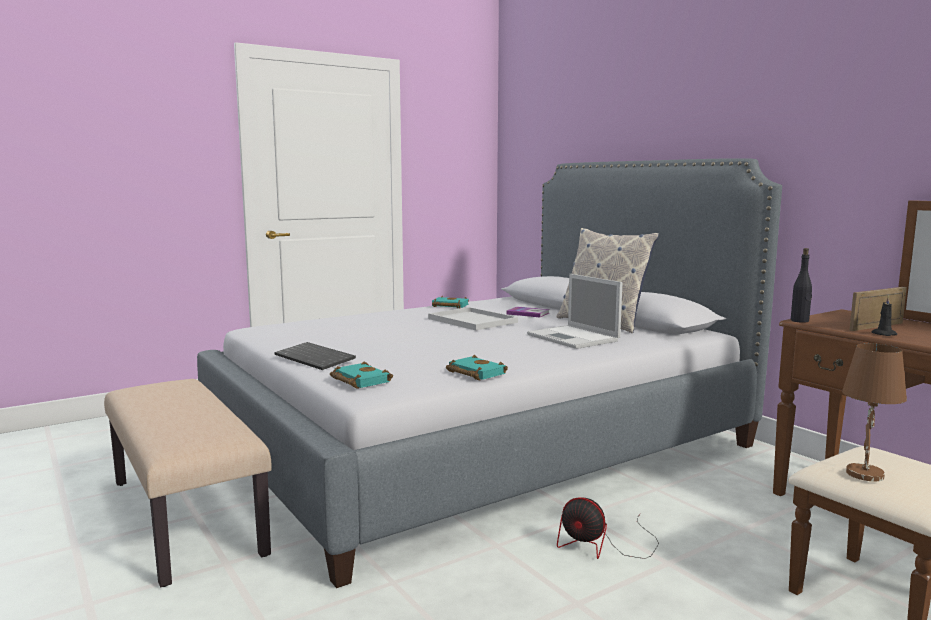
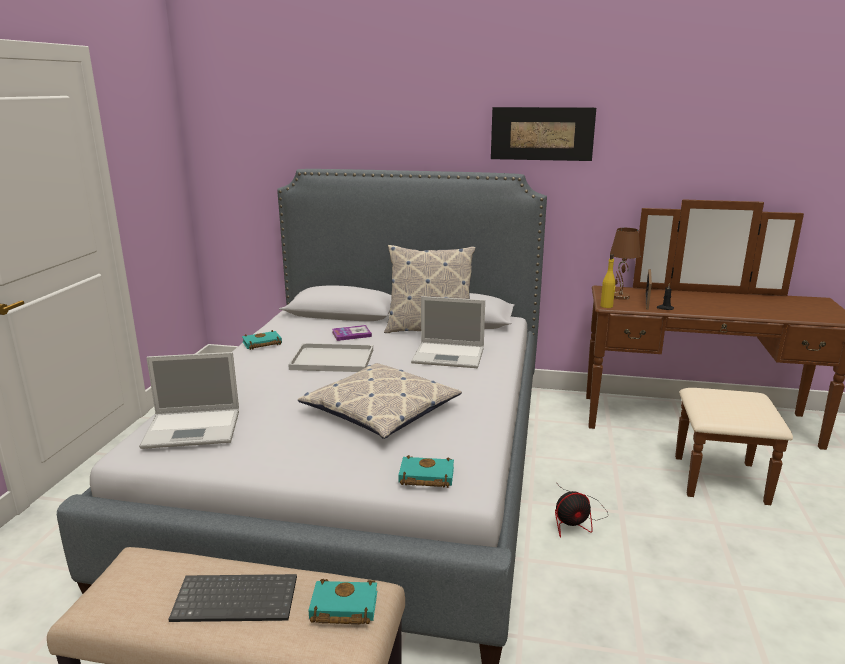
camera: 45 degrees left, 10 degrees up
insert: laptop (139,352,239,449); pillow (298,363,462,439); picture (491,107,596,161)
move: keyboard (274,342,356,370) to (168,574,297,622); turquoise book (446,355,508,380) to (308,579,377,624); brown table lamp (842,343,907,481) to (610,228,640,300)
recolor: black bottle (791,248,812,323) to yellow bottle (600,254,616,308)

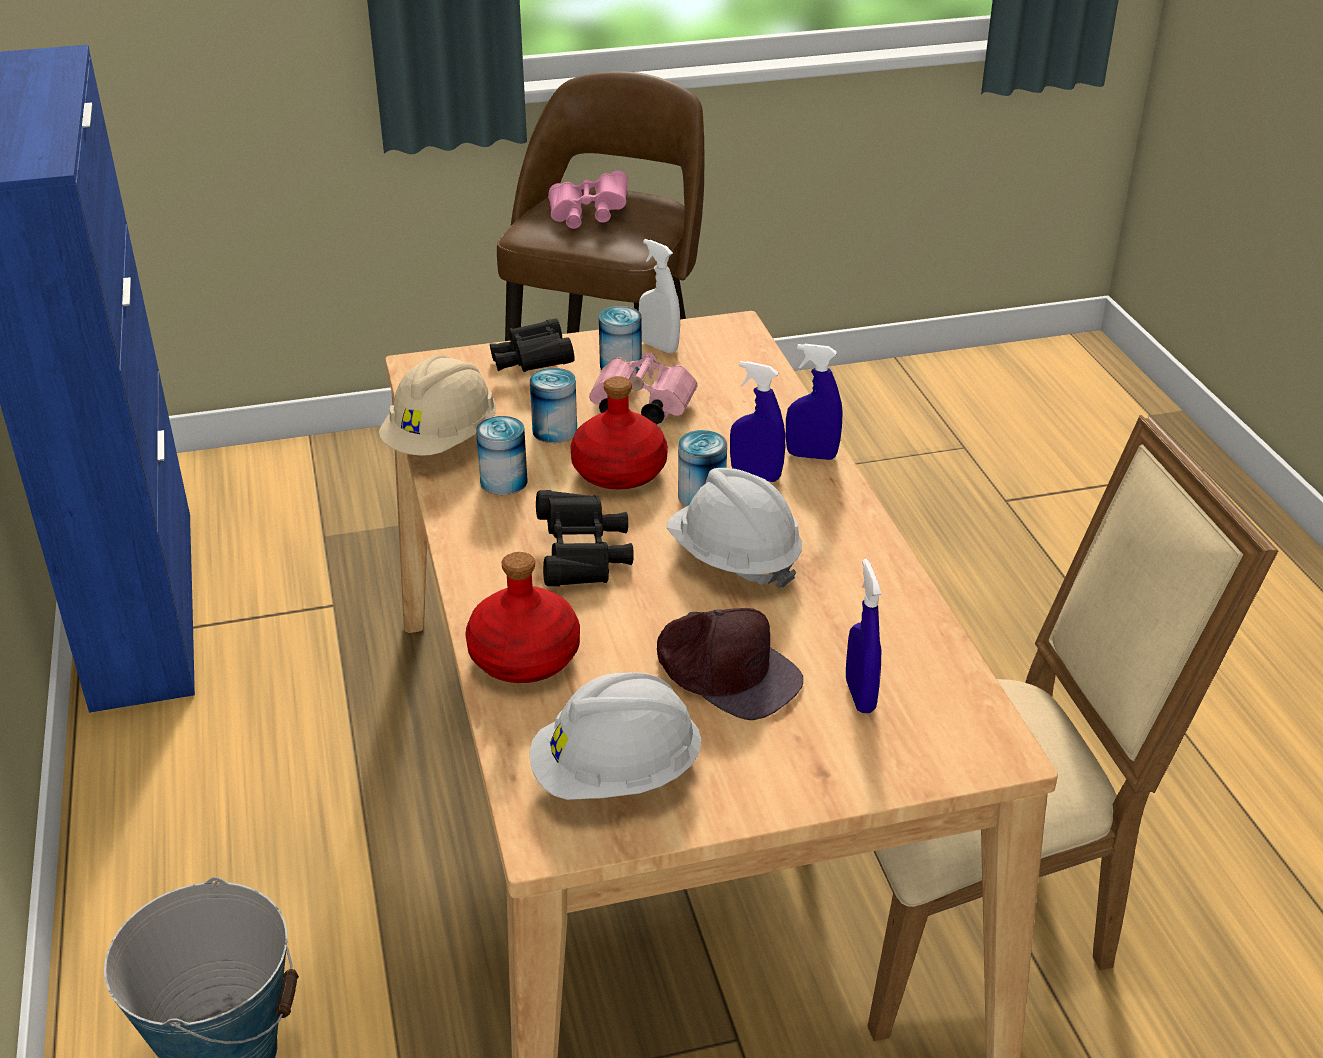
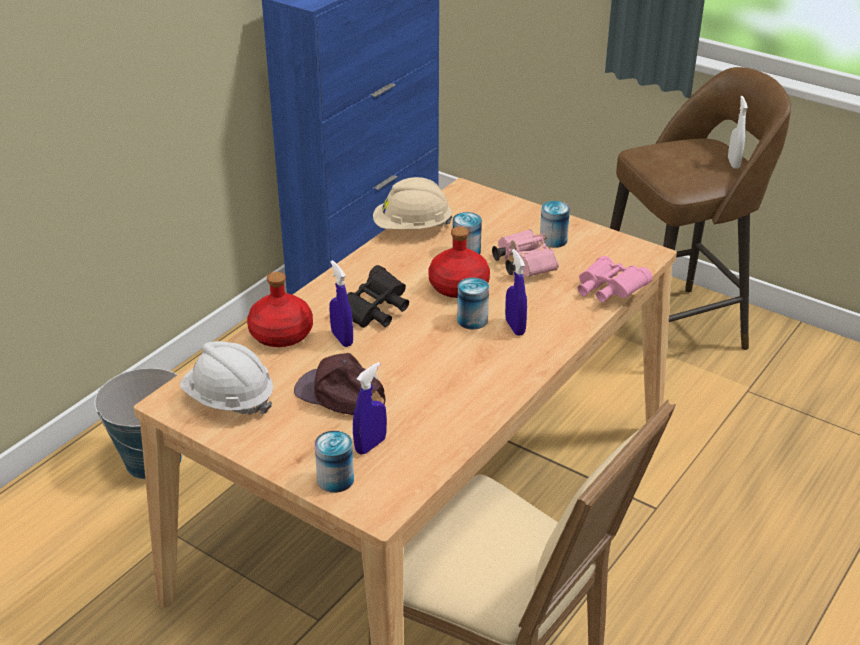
camera: 50 degrees right, 0 degrees up
delete: black binoculars (490,318,575,372); white hard hat (667,468,802,588)
move: can (476,416,527,495) to (314,431,354,493); pink binoculars (548,171,629,229) to (578,256,652,303); white spray bottle (639,239,680,354) to (728,96,748,169); blue spray bottle (786,344,843,460) to (329,260,353,347)
rotate: brown cap (657,608,803,720) = (294,353,385,415) 120 degrees clockwise

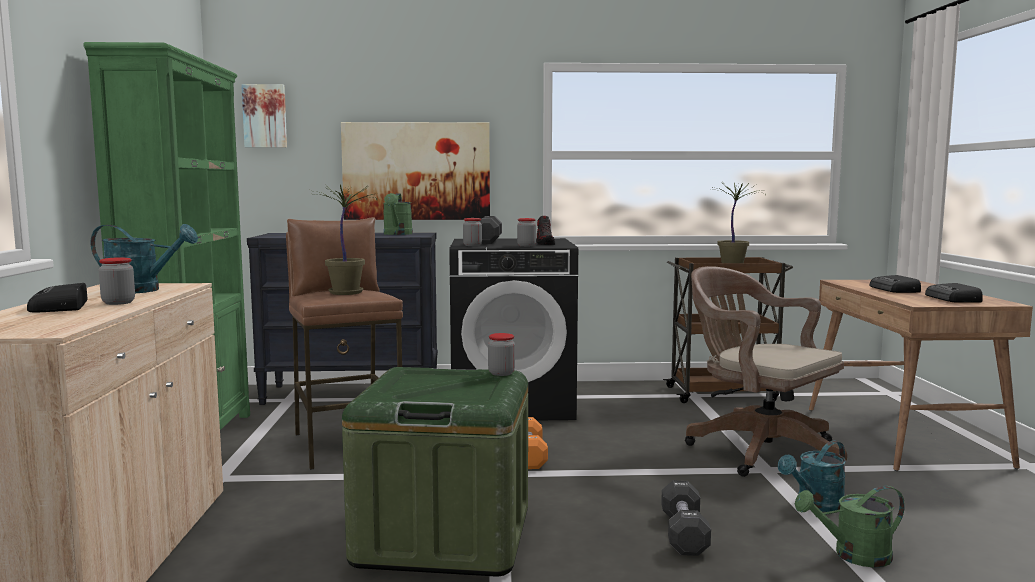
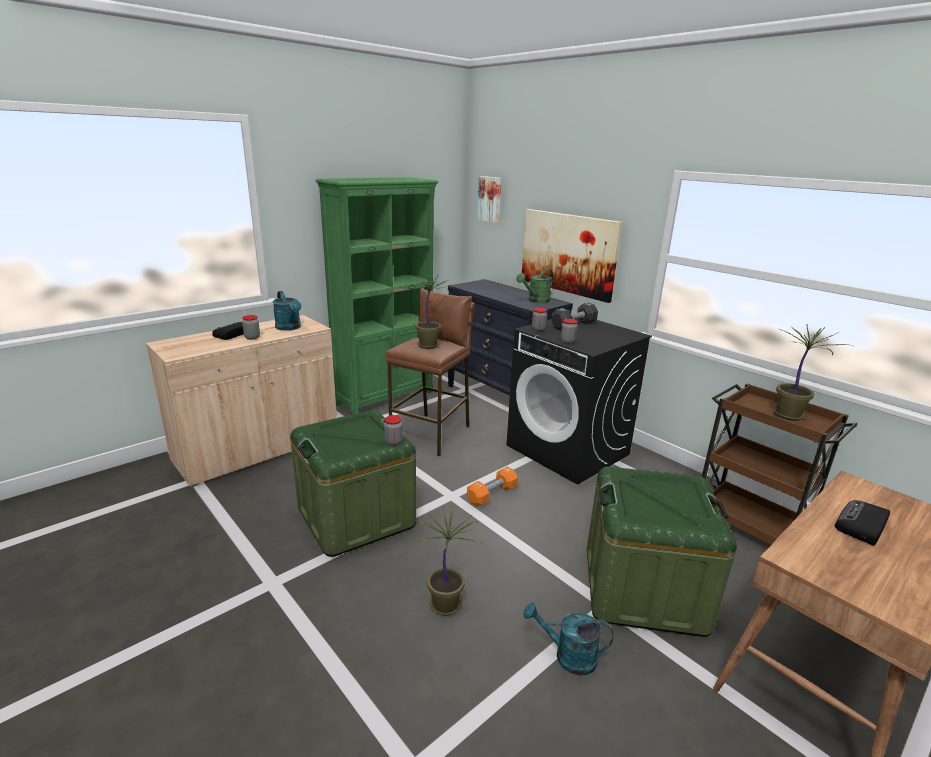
camera: 50 degrees right, 15 degrees up
delete: shoe (536,216,555,245); green watering can (795,486,905,567); radio (925,283,983,303)
replace: black dumbbell (661,480,711,556) to potted plant (414,506,483,616); brown office chair (685,266,847,477) to green storage box (587,467,737,637)

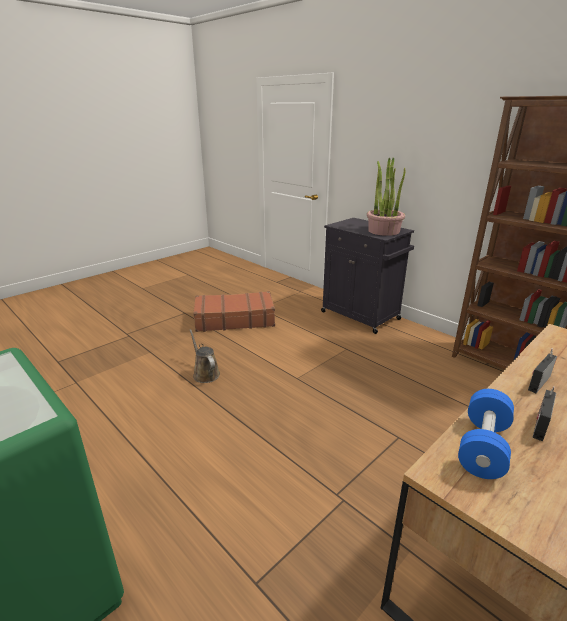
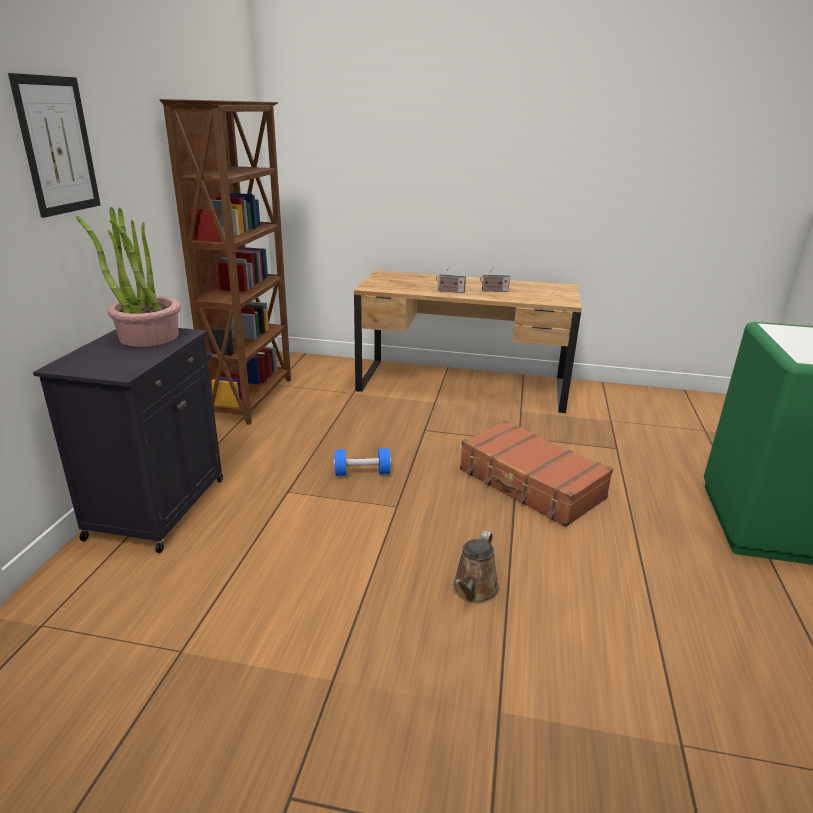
camera: 125 degrees left, 0 degrees up
insert: picture (8,73,100,218)
move: brown suitcase (193,291,275,332) to (460,420,613,527); blue dumbbell (458,389,514,479) to (334,448,391,476)

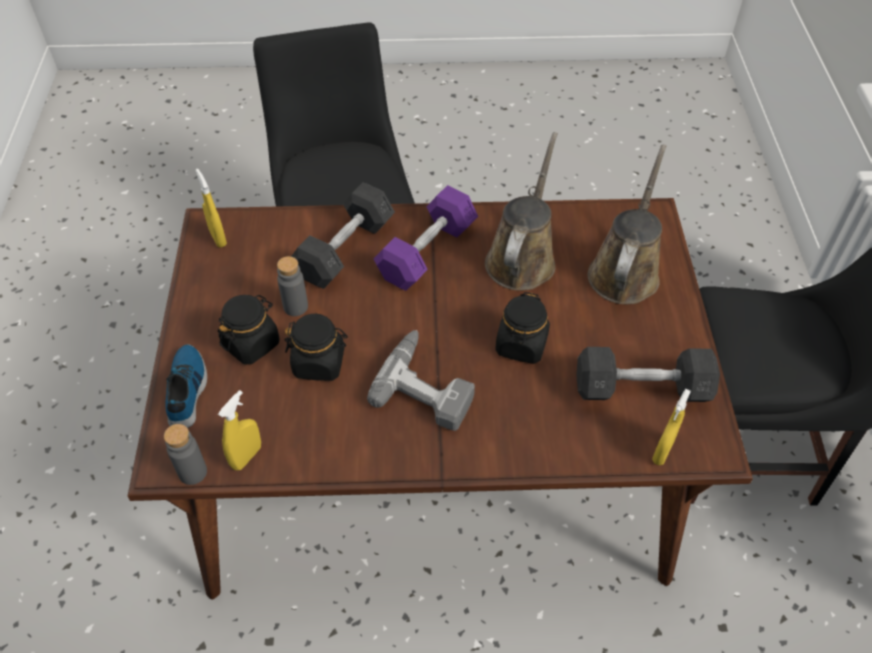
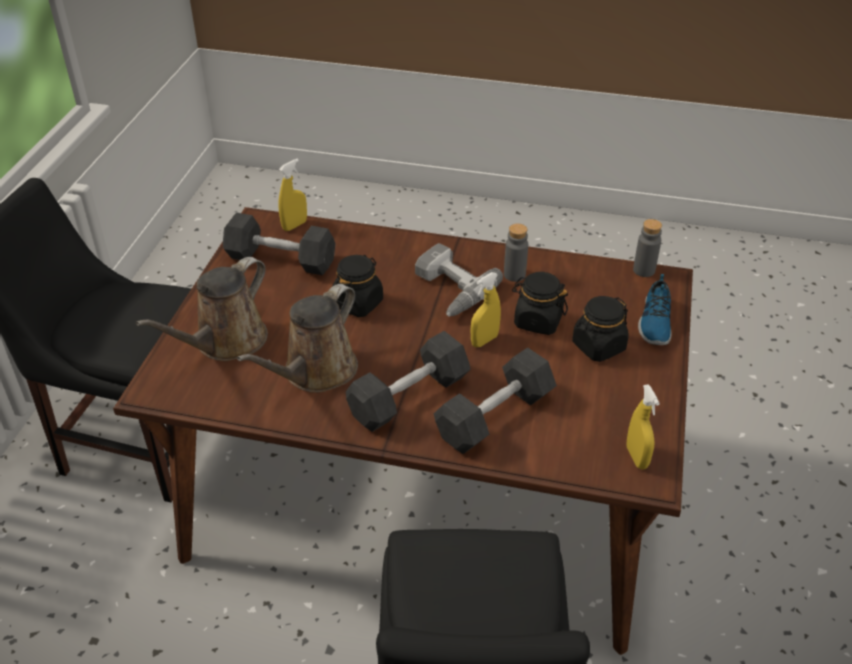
camera: 165 degrees left, 10 degrees down
move: yellow spray bottle (218,390,261,470) to (471,272,501,347); grey bottle (277,256,308,316) to (504,224,528,282)
recolor: purple dumbbell (374,185,478,291) to grey dumbbell (346,331,470,432)

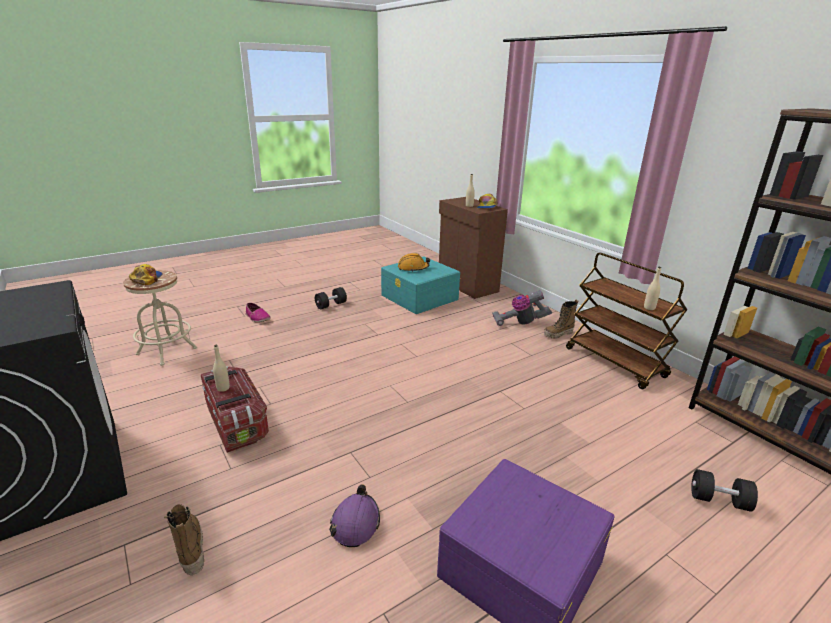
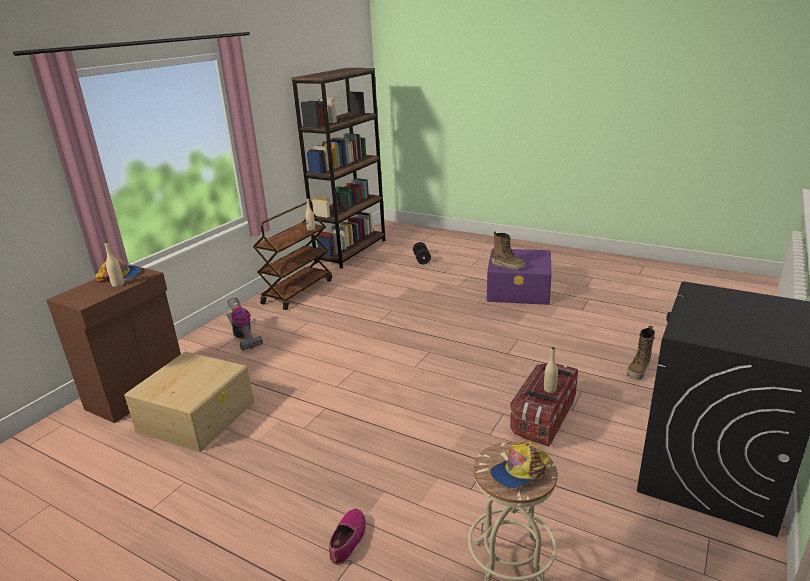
camera: 115 degrees left, 0 degrees up
delete: black dumbbell (315,287,347,309); purple hard hat (329,484,380,547); orange hard hat (398,253,430,272)
move: boot (544,300,578,339) to (492,231,525,270)
recolor: turquoise storage box (381,256,460,314) to beige storage box (124,352,254,452)

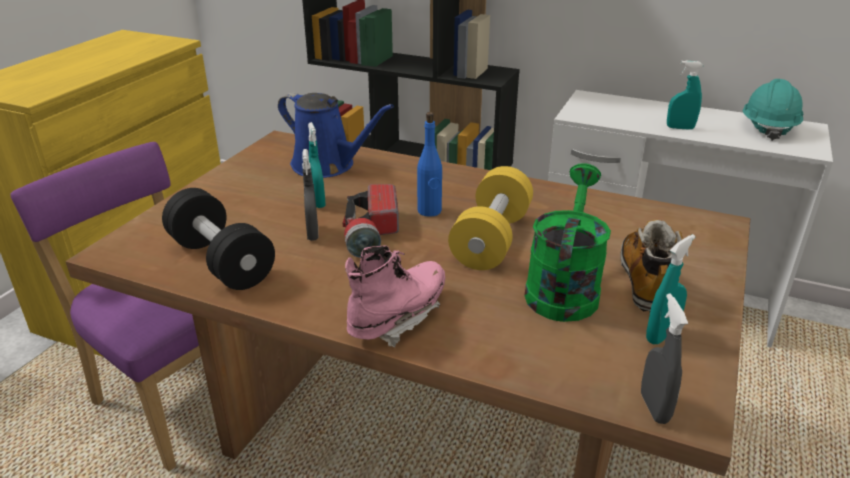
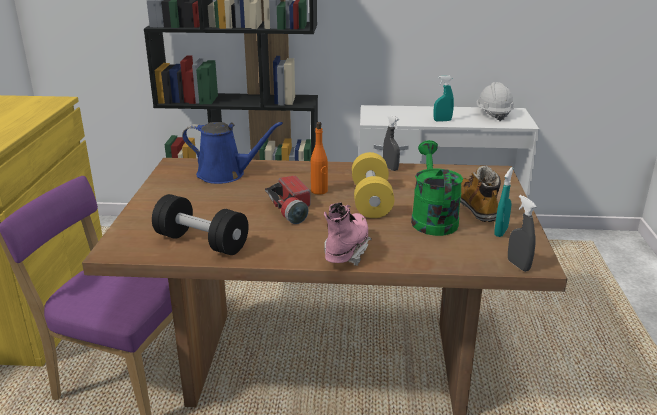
camera: 20 degrees left, 5 degrees down
delete: turquoise spray bottle (308,122,326,208)
move: grey spray bottle (302,149,318,241) to (383,115,400,171)
recolor: blue bottle (417,112,442,217) to orange bottle (311,122,328,195); turquoise hard hat (743,79,803,141) to white hard hat (476,82,514,121)

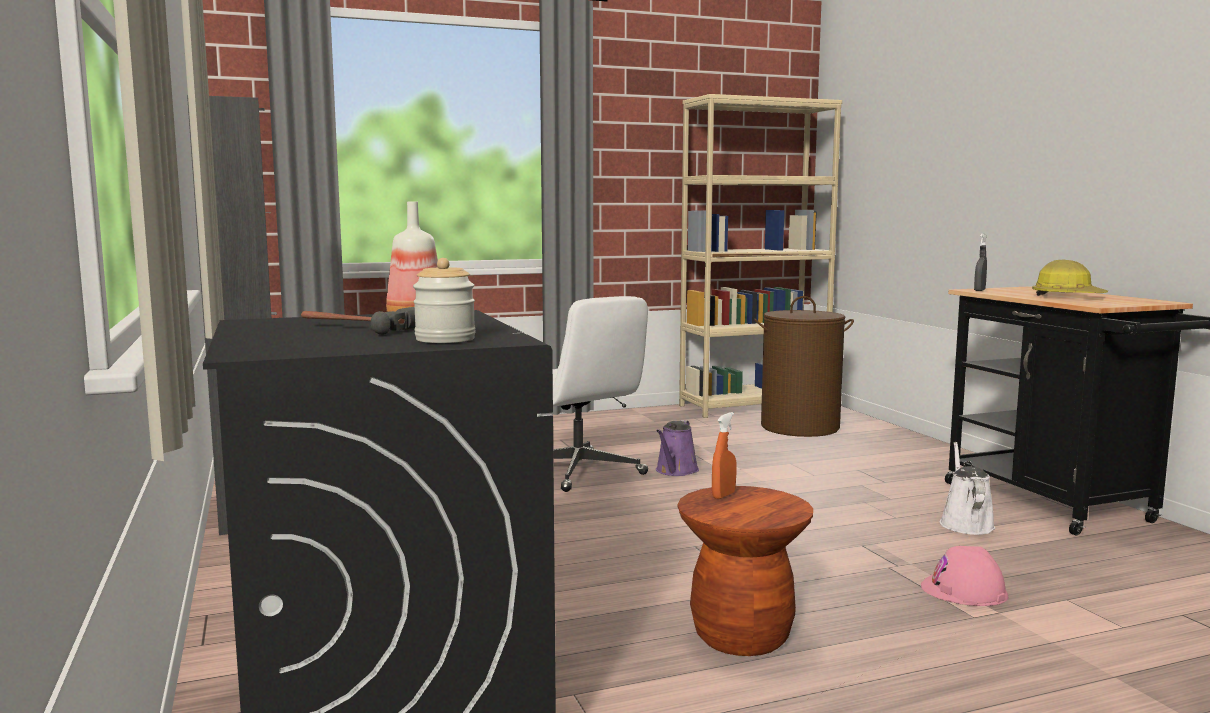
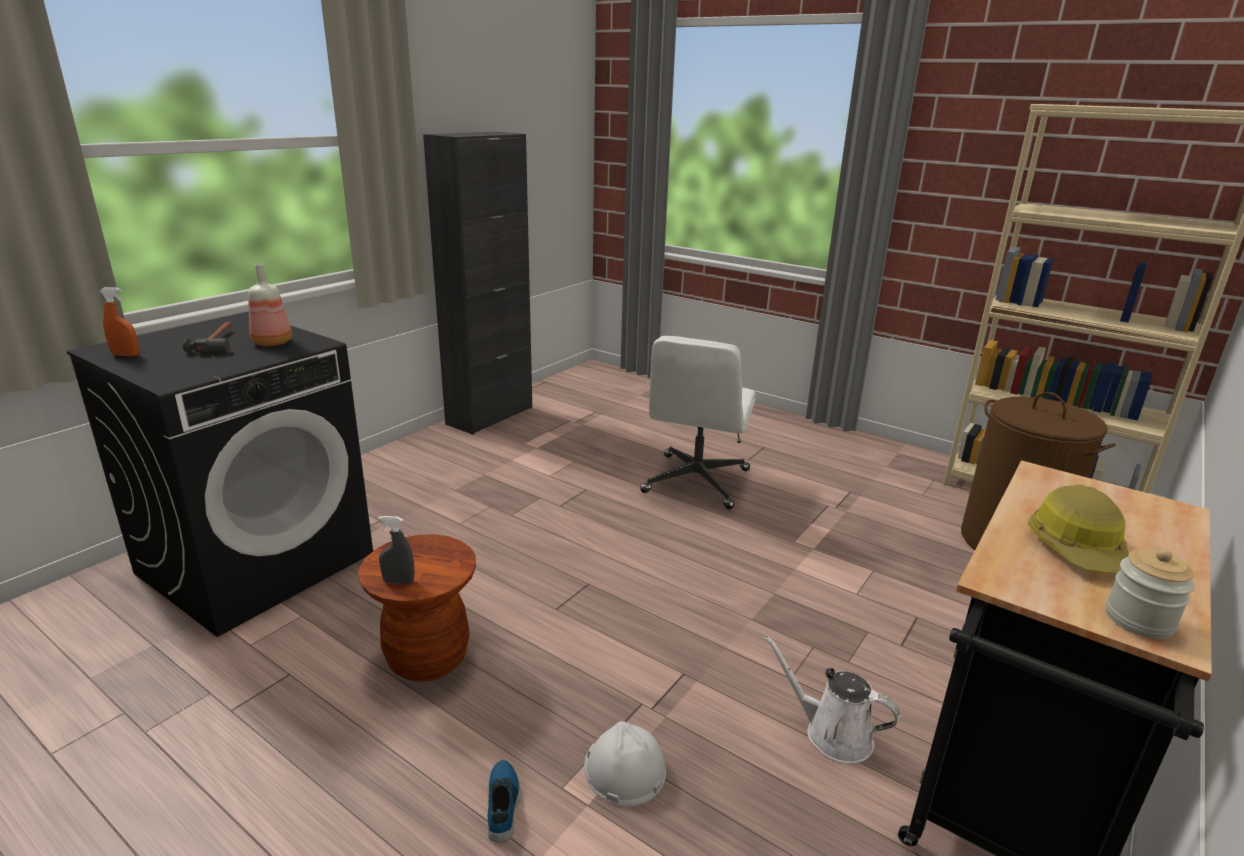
camera: 55 degrees right, 15 degrees up
delete: purple watering can (656,420,699,476)
insert: shoe (487,760,521,843)
move: jar (413,258,475,343) to (1106,548,1195,639); orange spray bottle (712,412,736,499) to (99,287,139,357); grey spray bottle (974,234,987,291) to (378,516,415,584)
recolor: pink hard hat (921,546,1008,606) to white hard hat (584,721,666,806)
rotate: white watering can (940,442,995,535) = (764,635,900,763) 120 degrees counterclockwise

